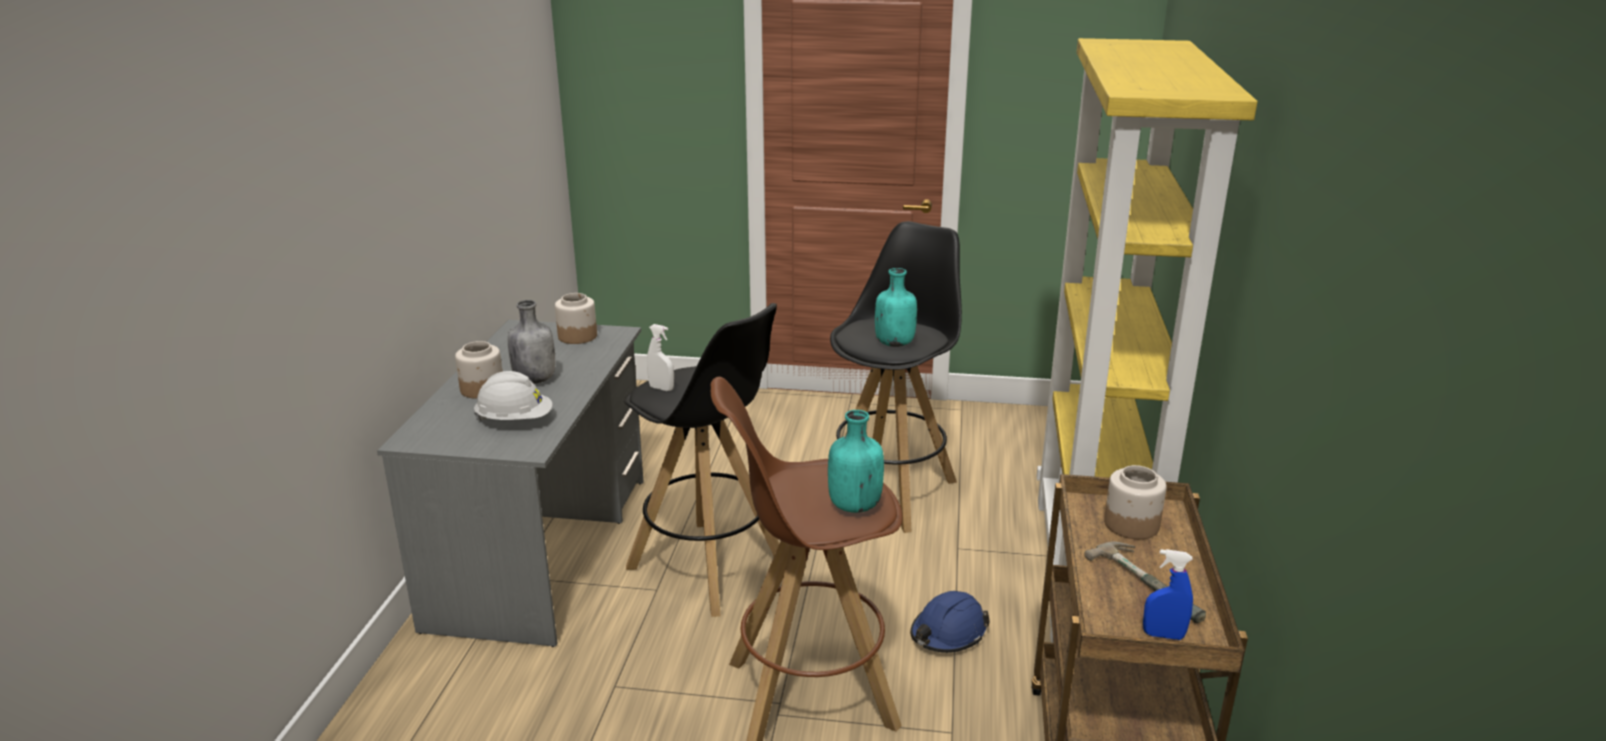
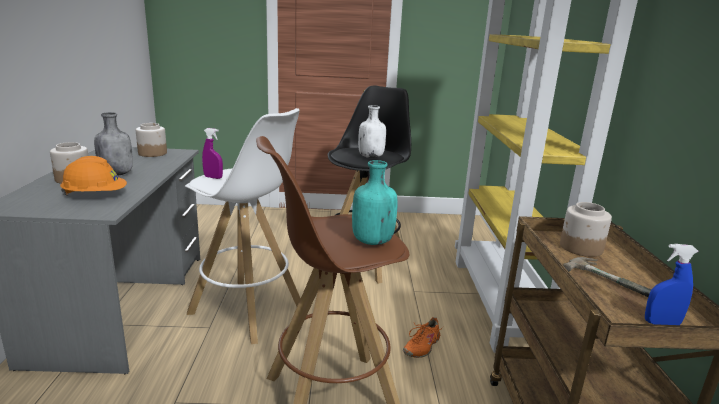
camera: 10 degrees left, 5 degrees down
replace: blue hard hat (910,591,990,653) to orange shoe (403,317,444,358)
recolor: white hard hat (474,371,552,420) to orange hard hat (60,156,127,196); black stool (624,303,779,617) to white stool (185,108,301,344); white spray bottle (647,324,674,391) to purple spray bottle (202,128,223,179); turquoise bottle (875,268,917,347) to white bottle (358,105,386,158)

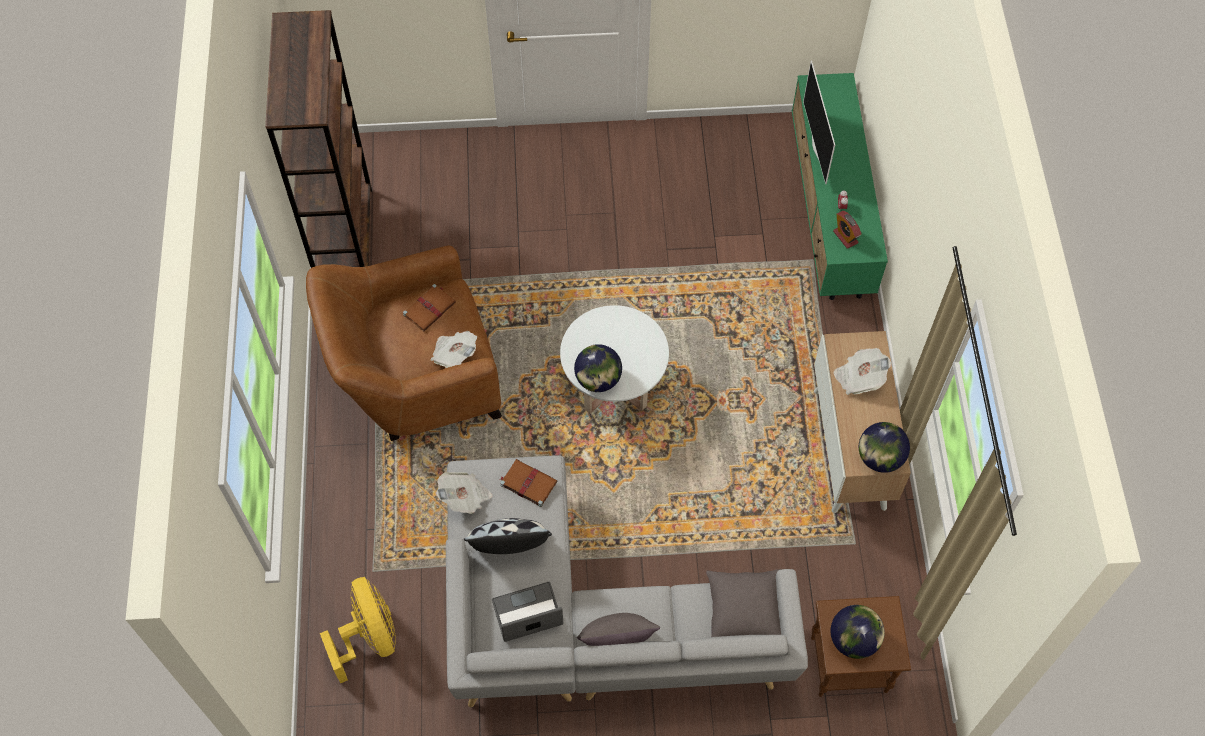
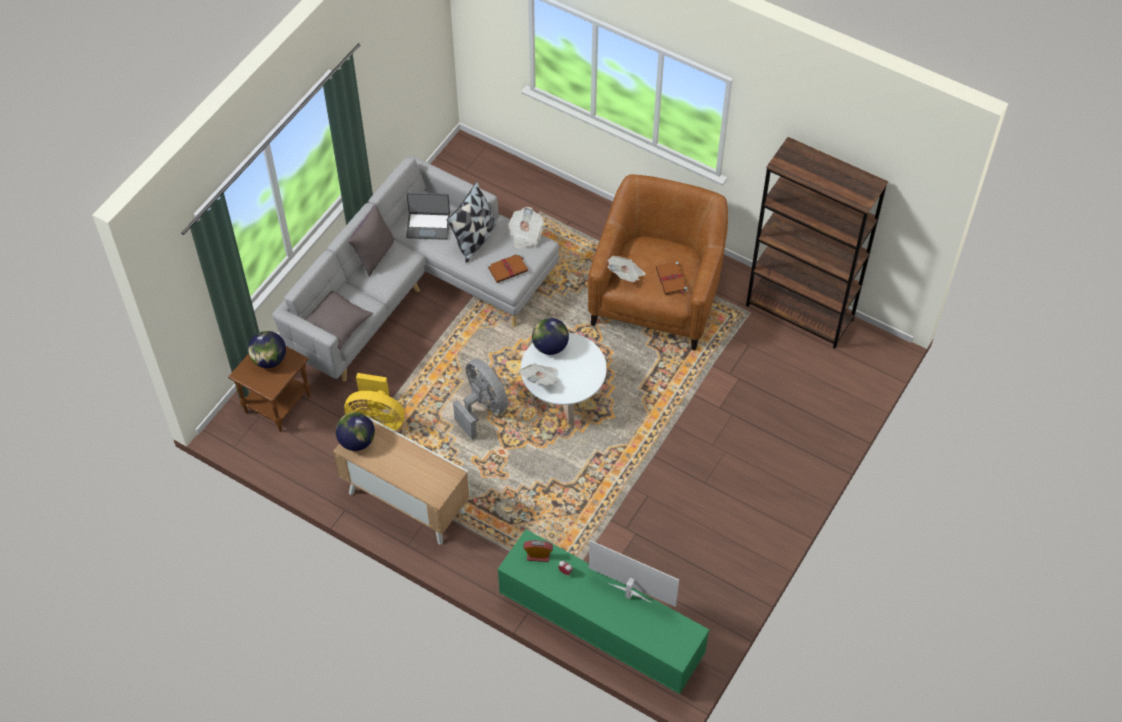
camera: 125 degrees right, 5 degrees down
insert: grey fan (453,358,508,439)
move: yellow fan (320,577,396,683) to (345,373,405,430); newspaper (833,348,891,395) to (520,363,558,385)
rotate: laptop (492,582,563,642) = (406,192,450,240) 75 degrees clockwise

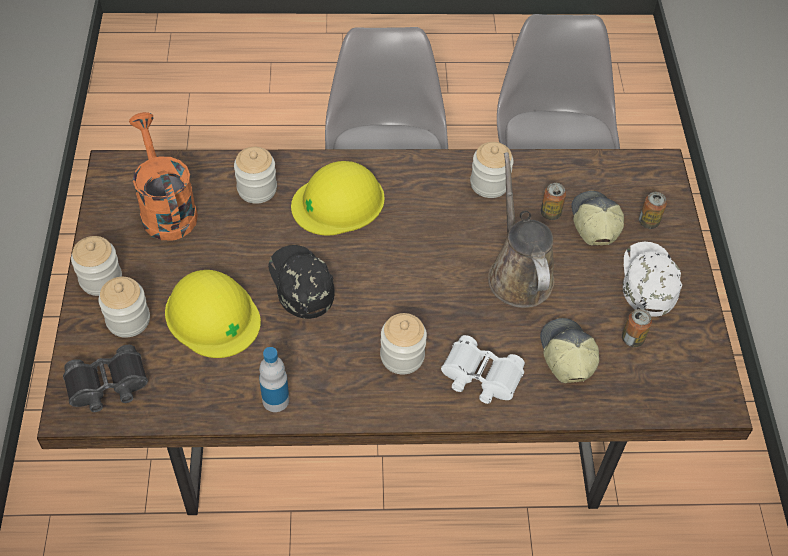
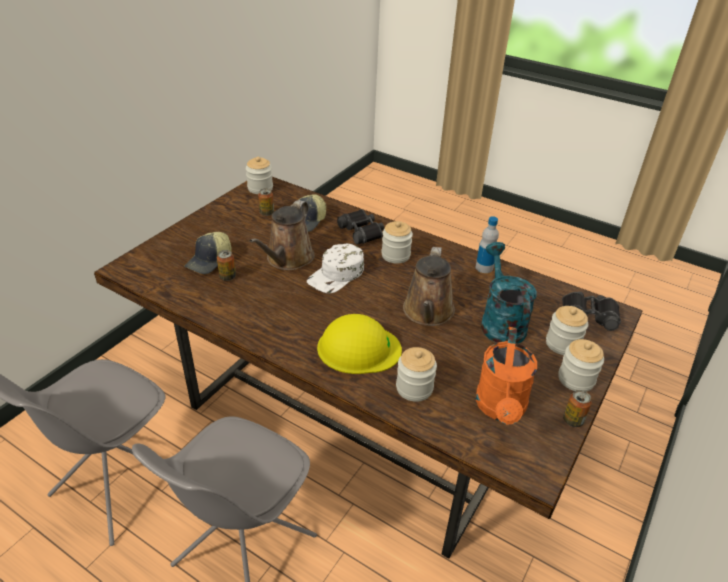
camera: 145 degrees left, 15 degrees down
move: jar (470,142,514,198) to (246,157,273,194); white cap (623,242,682,317) to (307,243,364,293); can (639,192,667,229) to (563,390,592,427)
replace: yellow hard hat (165,270,261,358) to turquoise watering can (481,242,537,343); black cap (268,245,335,319) to brown watering can (403,247,455,326)
recolor: white binoculars (441,335,525,404) to black binoculars (337,209,384,245)

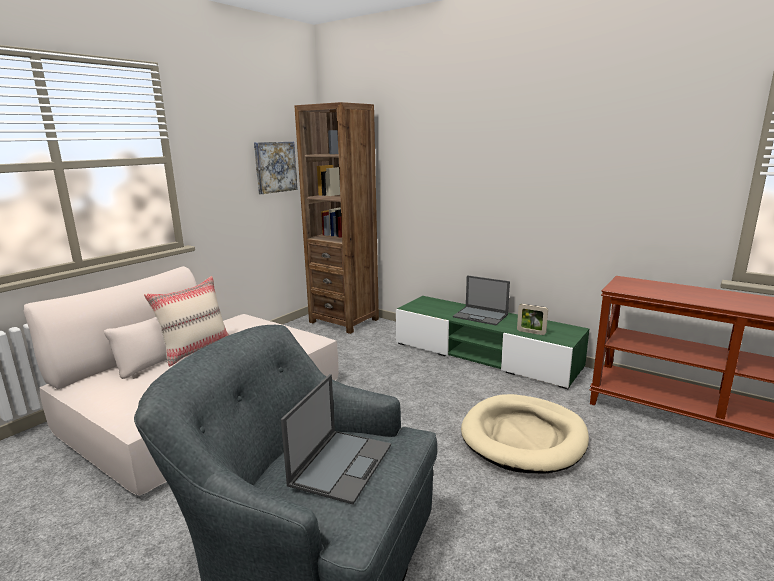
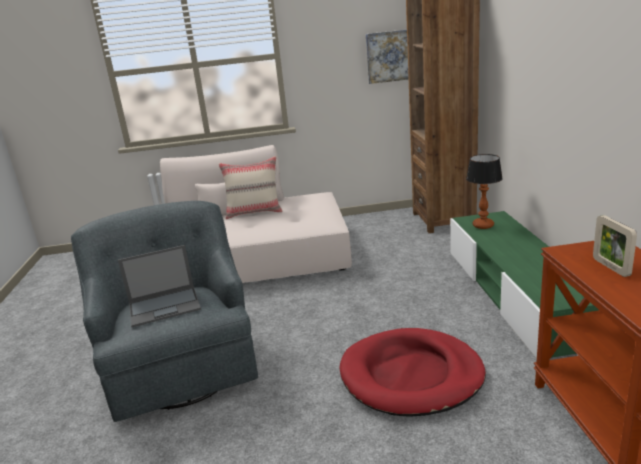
camera: 50 degrees right, 5 degrees up
delete: laptop (453,275,510,325)
insert: table lamp (466,154,503,229)
move: picture frame (517,304,548,335) to (593,215,637,277)
recolor: beige dog bed (461,394,589,474) to red dog bed (339,328,486,417)

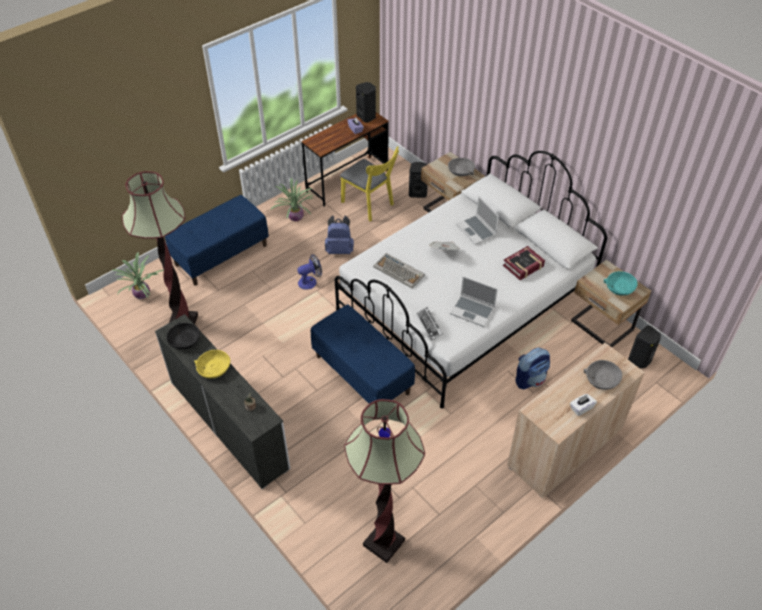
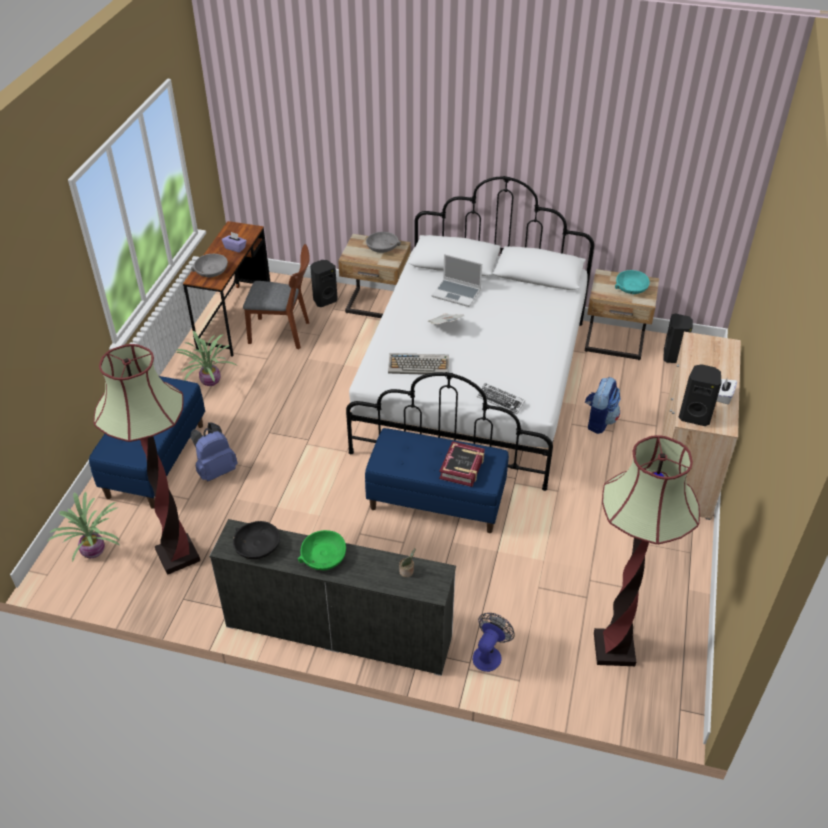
camera: 35 degrees left, 5 degrees down
delete: laptop (450,276,498,327)
move: fan (297,254,322,290) to (473,613,515,672); blue backpack (325,216,354,254) to (190,422,237,481); black speaker (356,82,376,123) to (679,364,722,426); book (503,246,545,280) to (439,441,485,487); grey bowl (584,360,622,390) to (191,254,228,277)
recolor: yellow bowl (194,350,230,378) to green bowl (298,530,346,571); yellow chair (340,146,399,221) to brown chair (243,244,310,349)

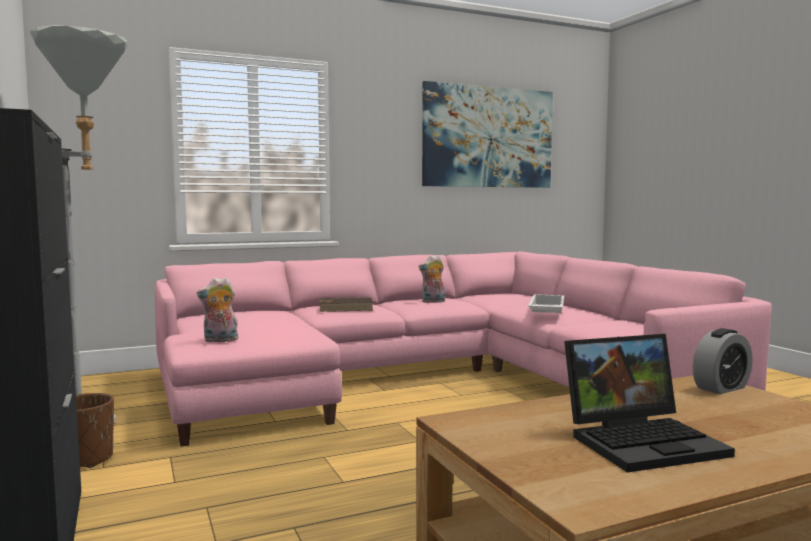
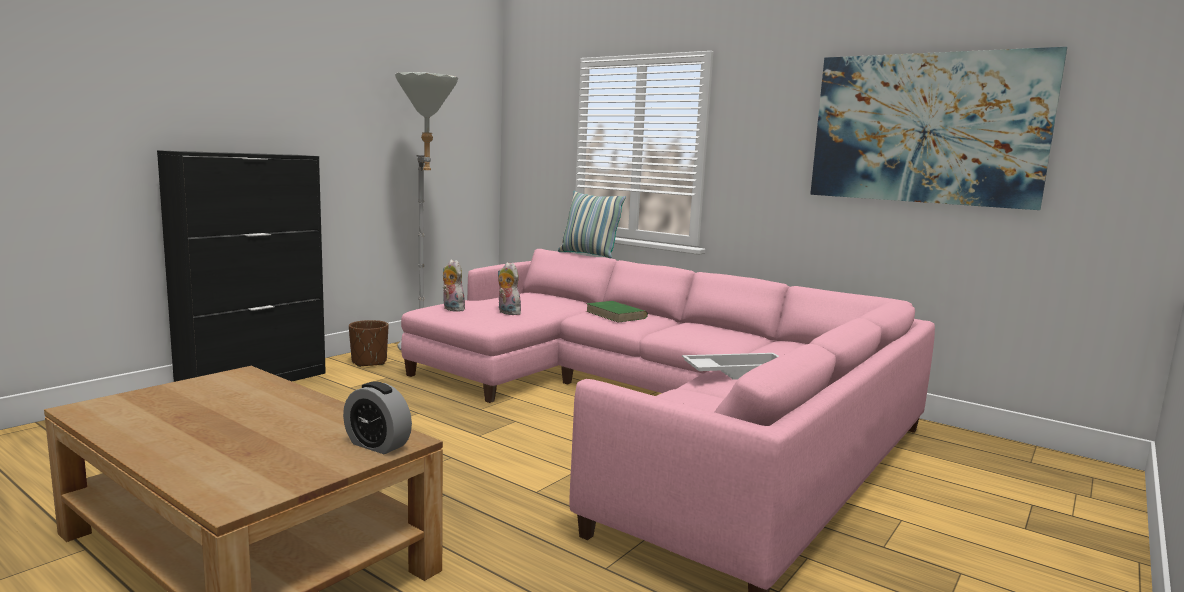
camera: 60 degrees right, 5 degrees up
delete: laptop (564,334,735,472)
insert: pillow (558,191,626,258)
move: plush toy (418,255,445,303) to (498,262,521,315)
recolor: brown book (320,297,373,312) to green book (586,301,648,322)

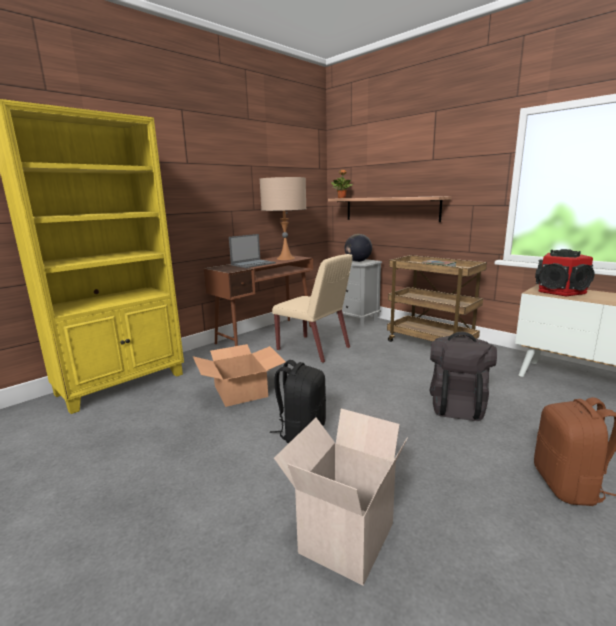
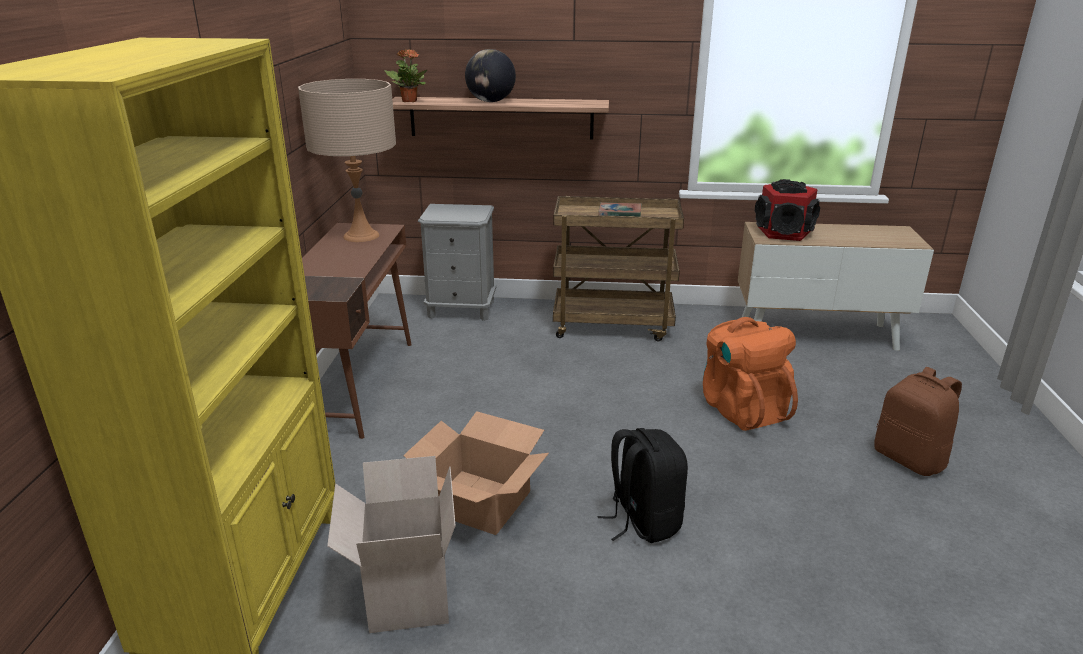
camera: 40 degrees left, 10 degrees up
delete: laptop (229,234,276,268); beige chair (272,254,352,363)
move: cardboard box (274,408,408,586) to (327,456,456,633); globe (345,234,372,262) to (465,49,516,102)
recolor: black backpack (430,332,497,421) to orange backpack (703,317,798,431)

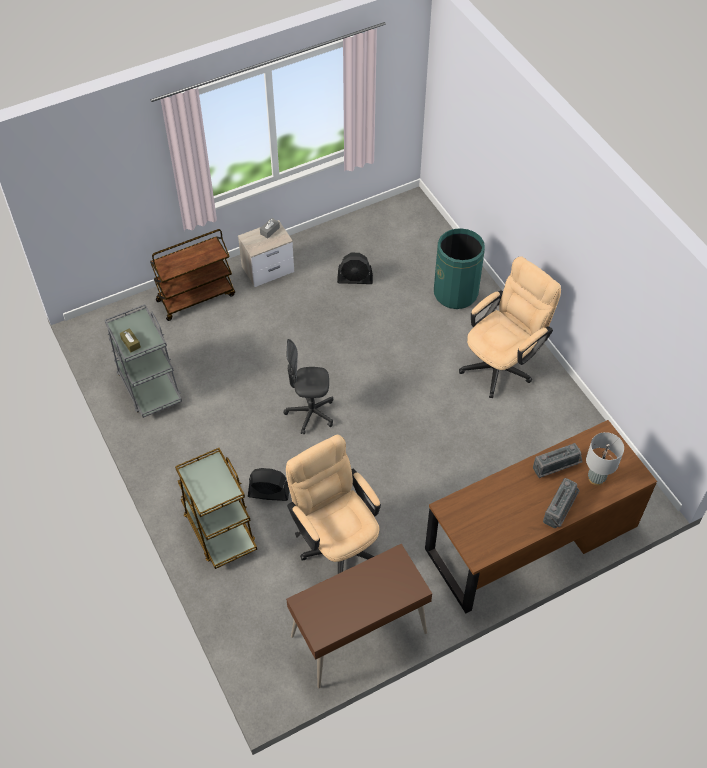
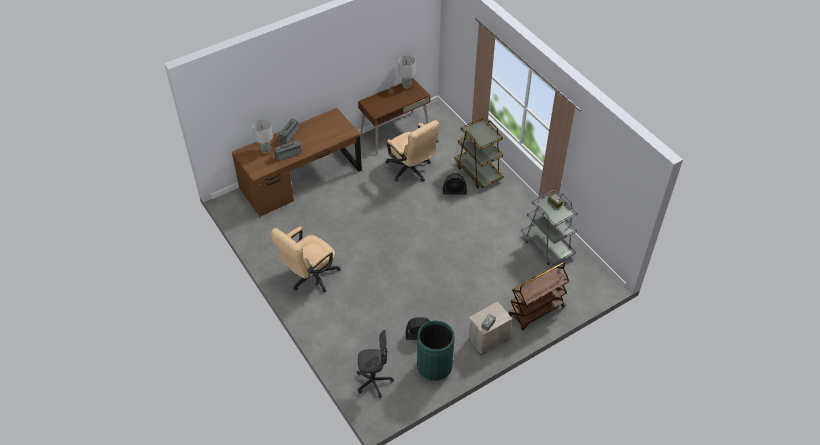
camera: 175 degrees right, 5 degrees down
insert: grey table lamp (398,56,415,89)
move: grey office chair (284,339,333,435) to (357,330,394,398); green trash can (434,228,485,309) to (417,321,455,381)

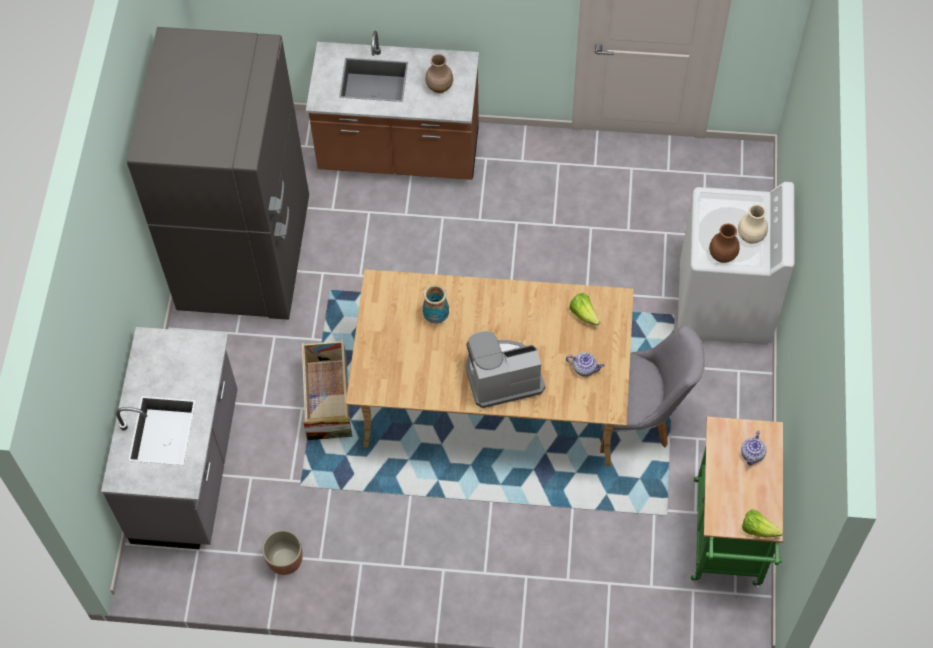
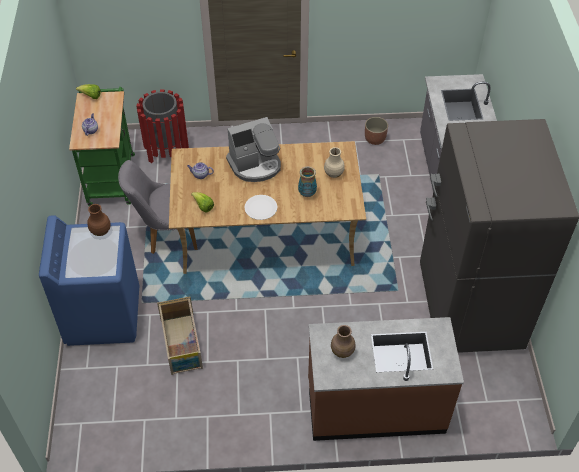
camera: 170 degrees right, 10 degrees down
insert: red trash can (137,89,189,163); white plate (244,195,278,220)
move: crate (302,340,352,440) to (157,296,203,375); beige vase (738,204,768,244) to (324,147,345,178)
recolor: white washing machine (678,182,795,345) to blue washing machine (39,215,139,346)

